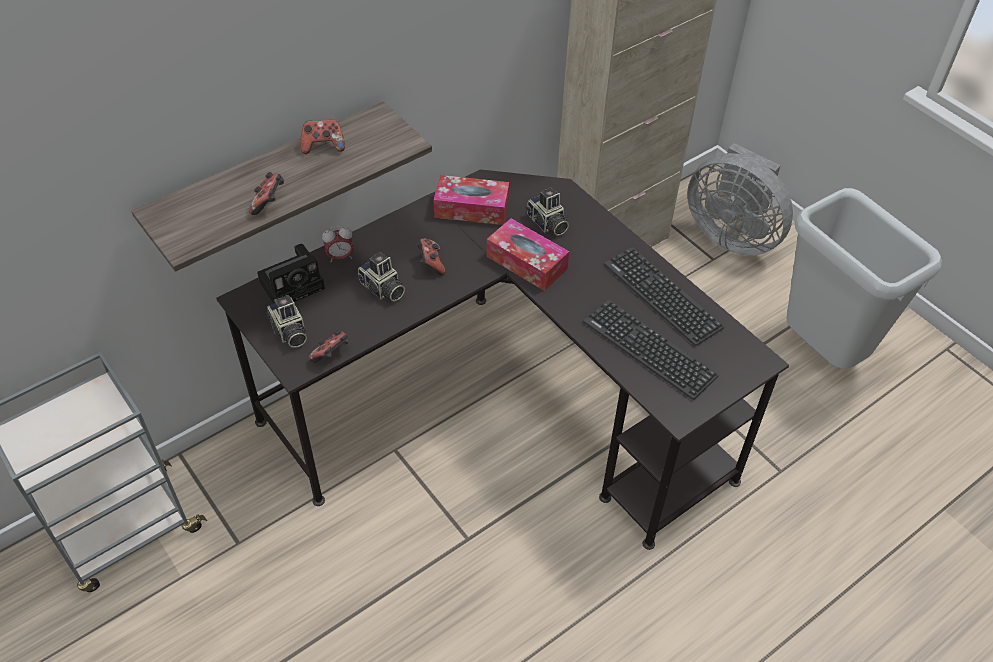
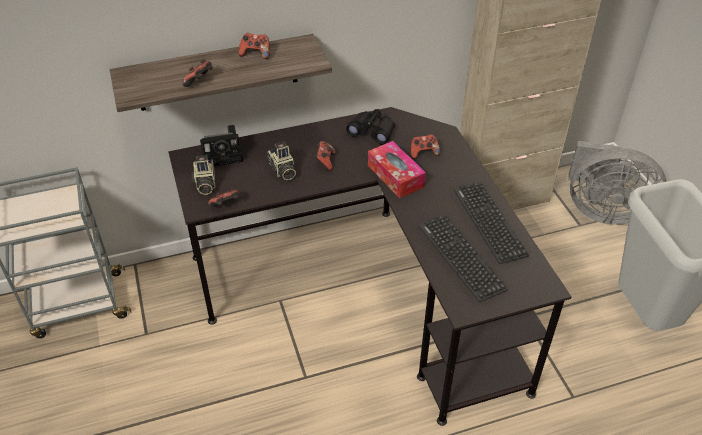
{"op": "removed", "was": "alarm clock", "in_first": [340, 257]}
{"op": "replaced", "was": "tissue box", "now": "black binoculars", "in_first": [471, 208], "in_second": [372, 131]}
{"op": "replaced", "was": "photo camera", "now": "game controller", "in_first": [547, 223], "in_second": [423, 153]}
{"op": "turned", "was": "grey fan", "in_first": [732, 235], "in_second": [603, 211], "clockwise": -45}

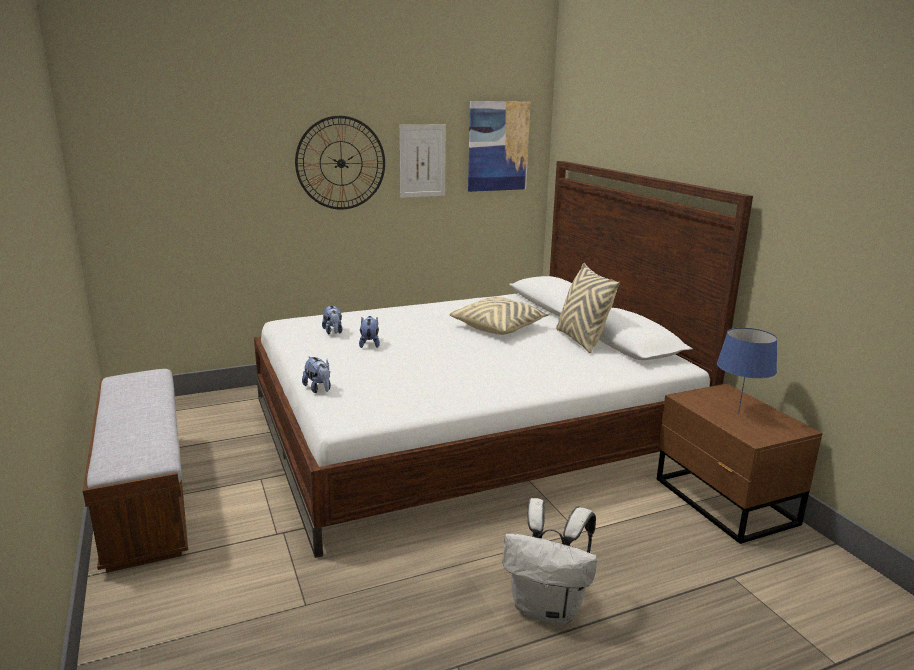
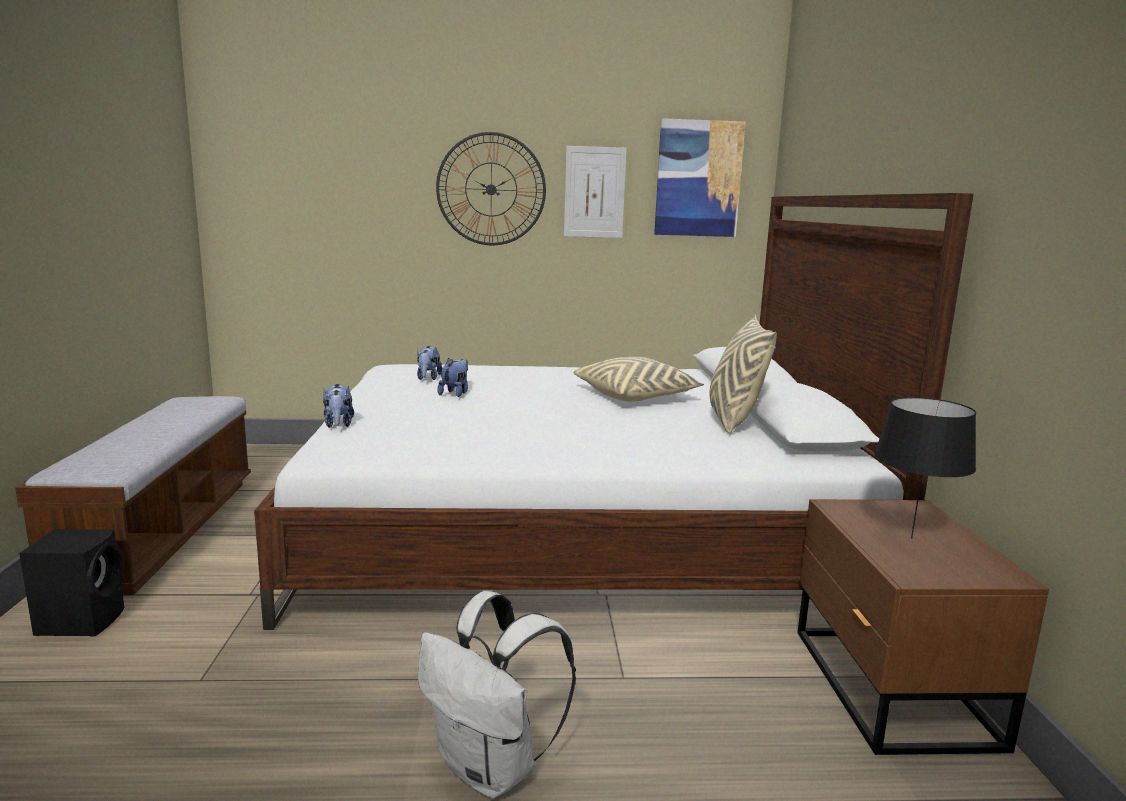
{"op": "recoloured", "was": "blue table lamp", "now": "black table lamp", "in_first": [739, 413], "in_second": [912, 538]}
{"op": "added", "now": "black speaker", "in_second": [83, 620]}

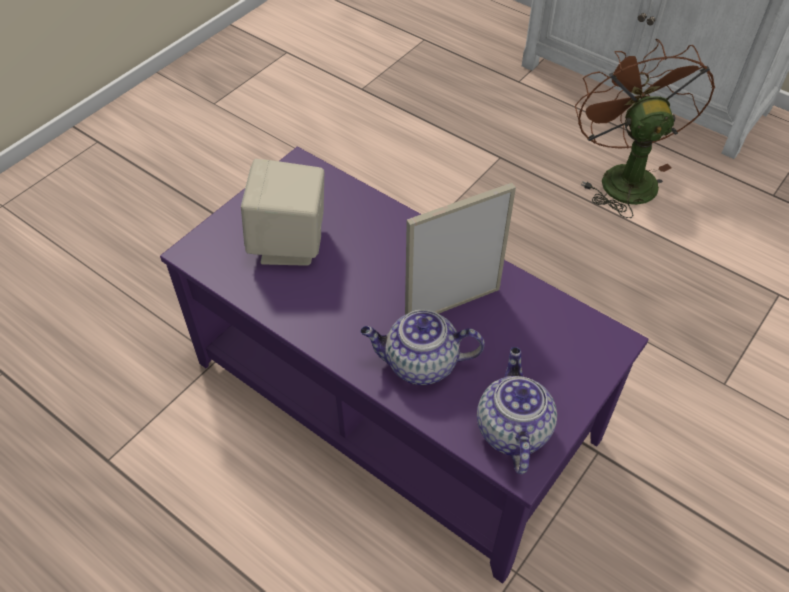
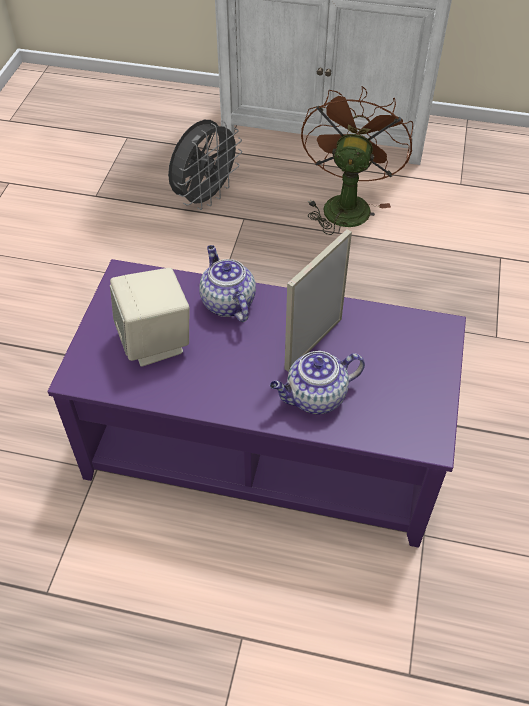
{"op": "moved", "was": "teapot", "in_first": [511, 428], "in_second": [227, 302]}
{"op": "turned", "was": "brown fan", "in_first": [622, 176], "in_second": [346, 204], "clockwise": 45}
{"op": "added", "now": "grey fan", "in_second": [205, 197]}

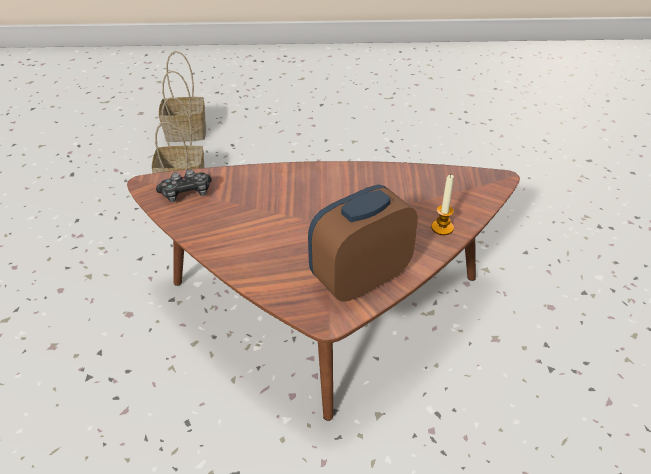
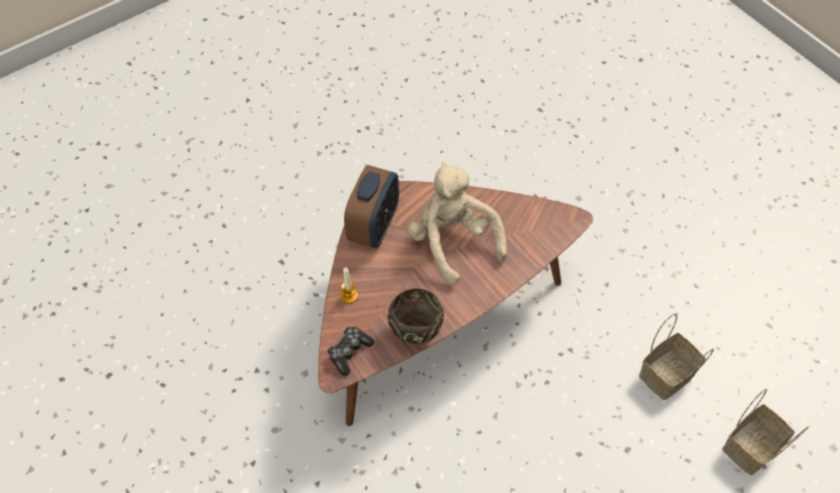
{"op": "moved", "was": "game controller", "in_first": [186, 193], "in_second": [349, 352]}
{"op": "added", "now": "brown bowl", "in_second": [416, 331]}
{"op": "added", "now": "beige plush toy", "in_second": [453, 242]}

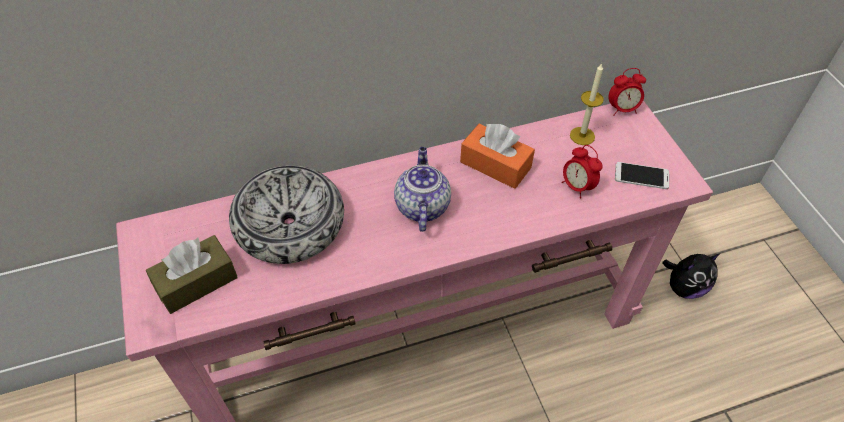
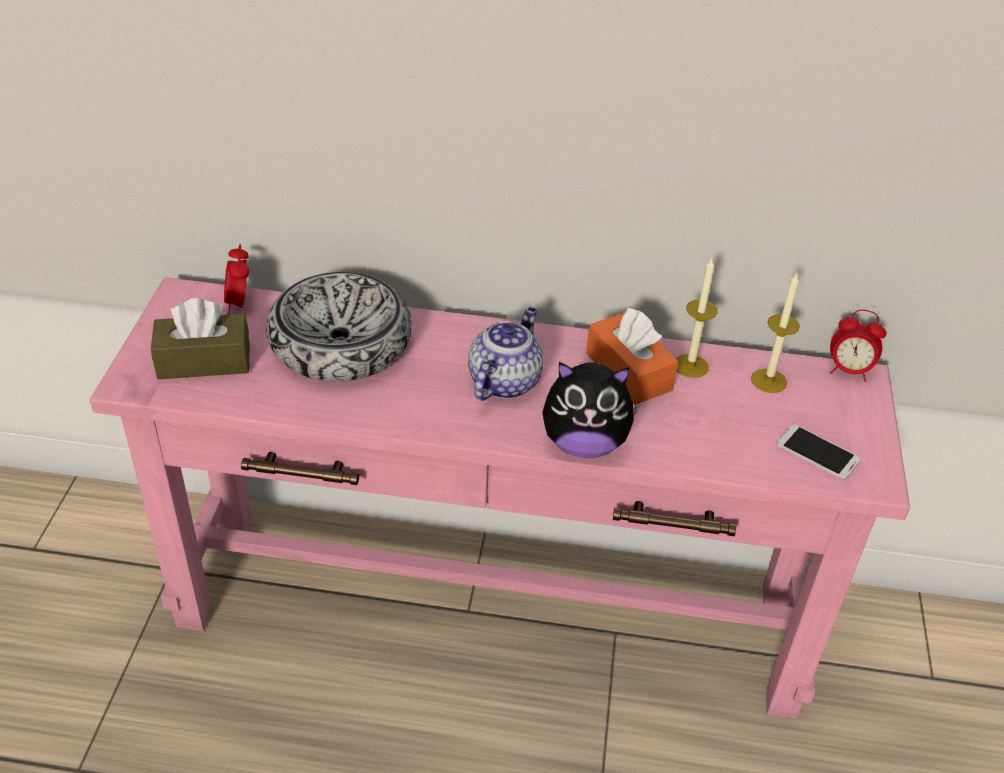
{"op": "moved", "was": "alarm clock", "in_first": [577, 187], "in_second": [239, 304]}
{"op": "moved", "was": "plush toy", "in_first": [684, 287], "in_second": [584, 444]}
{"op": "added", "now": "candle", "in_second": [690, 366]}

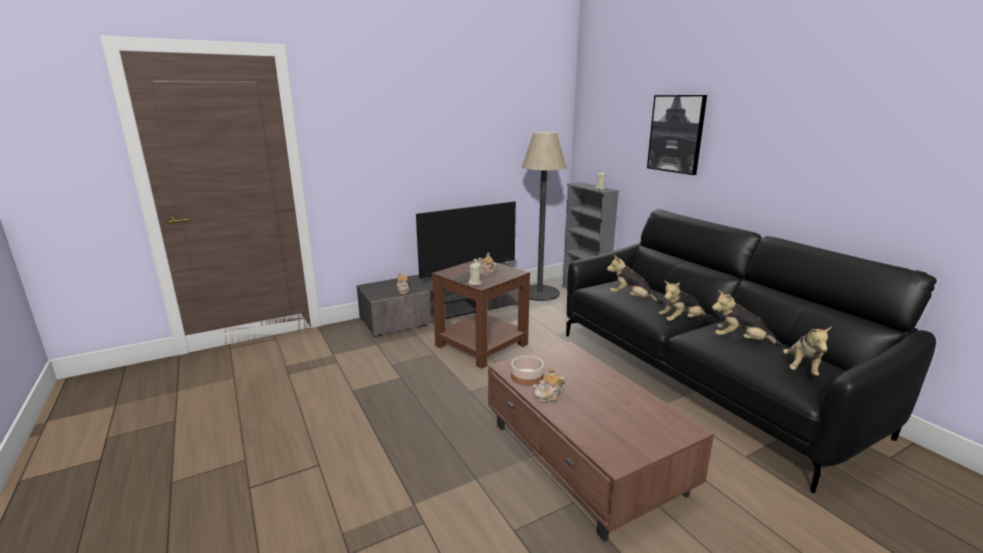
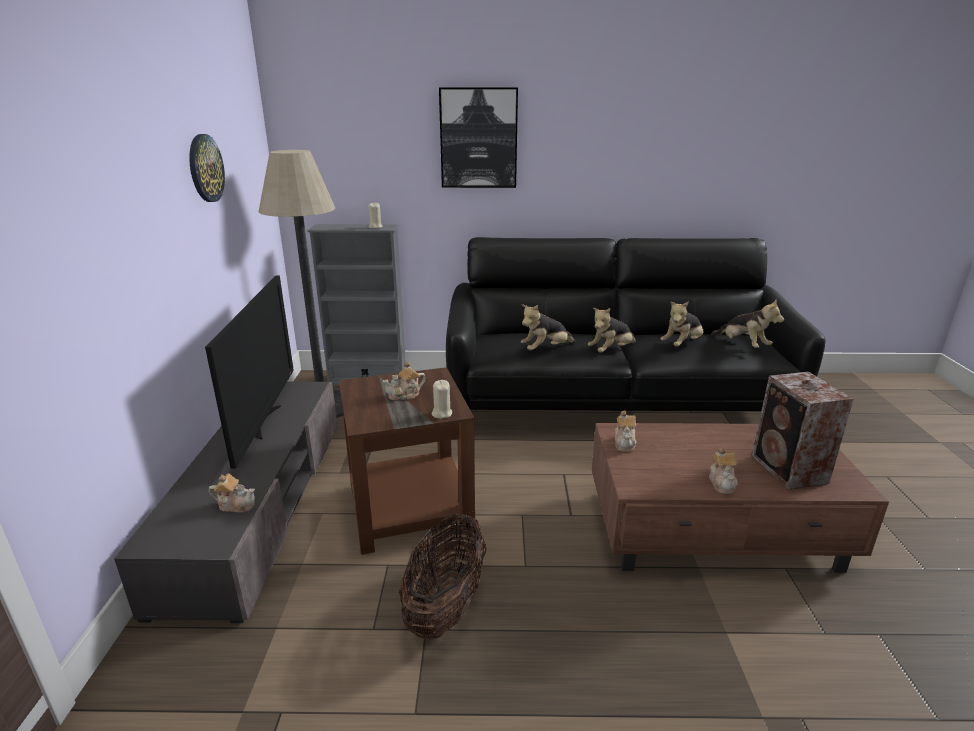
{"op": "removed", "was": "bowl", "in_first": [527, 377]}
{"op": "turned", "was": "plush toy", "in_first": [680, 321], "in_second": [611, 351], "clockwise": 45}
{"op": "added", "now": "wall clock", "in_second": [205, 168]}
{"op": "added", "now": "basket", "in_second": [446, 605]}
{"op": "added", "now": "teapot", "in_second": [625, 443]}
{"op": "added", "now": "speaker", "in_second": [789, 470]}

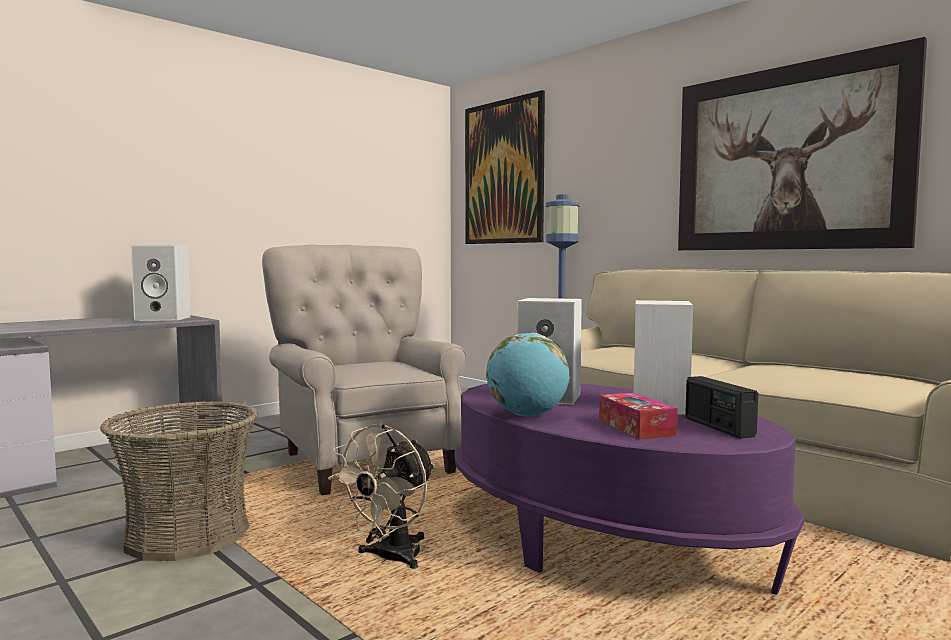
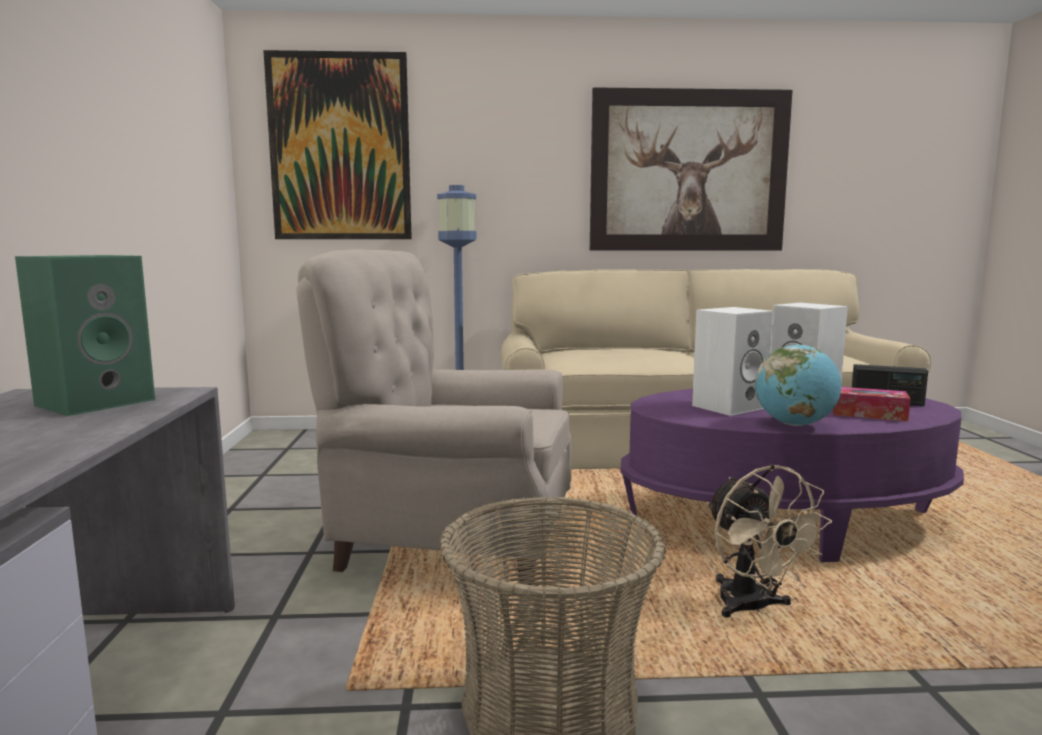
{"op": "recoloured", "was": "white speaker", "now": "green speaker", "in_first": [164, 318], "in_second": [97, 402]}

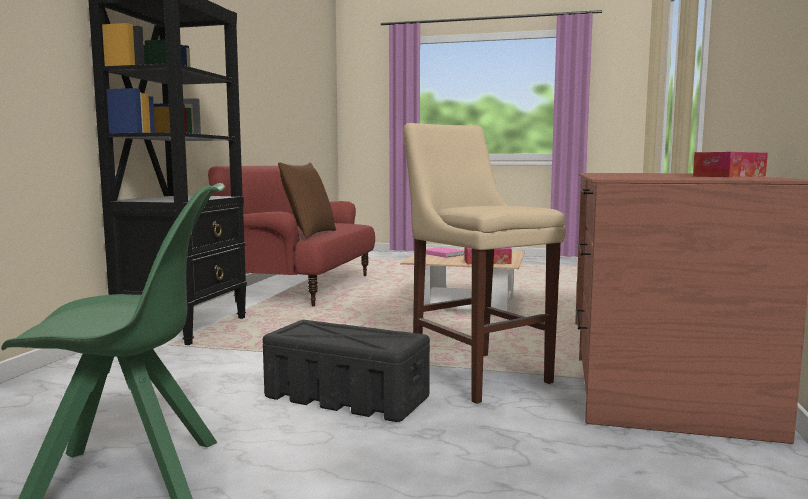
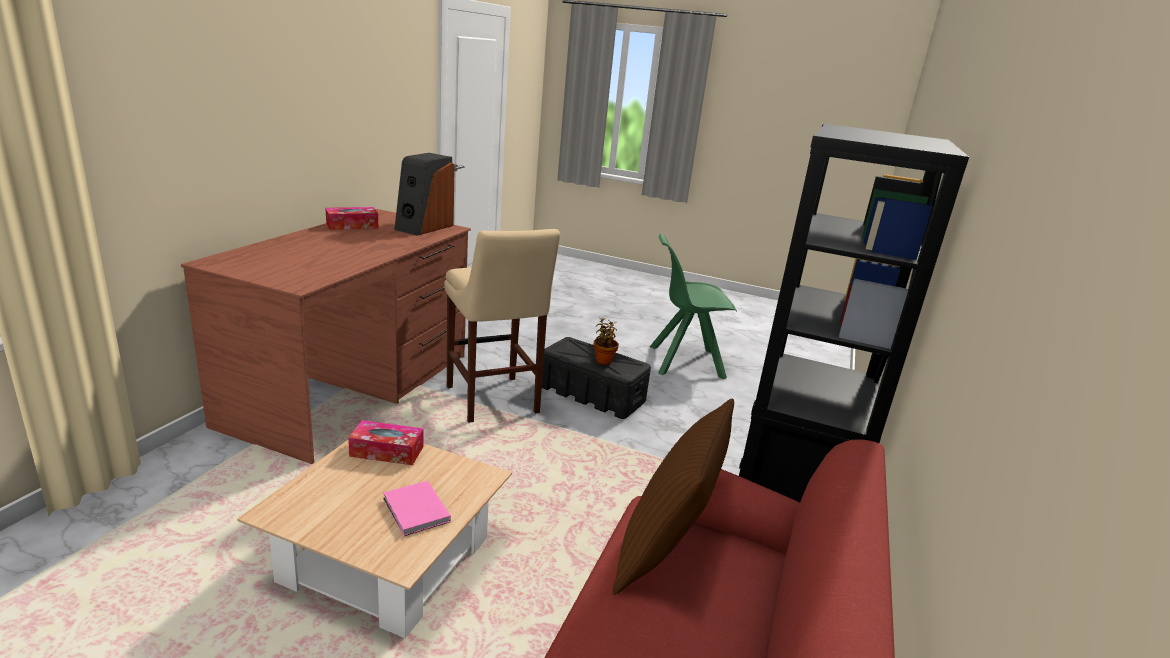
{"op": "added", "now": "speaker", "in_second": [424, 227]}
{"op": "added", "now": "potted plant", "in_second": [603, 360]}

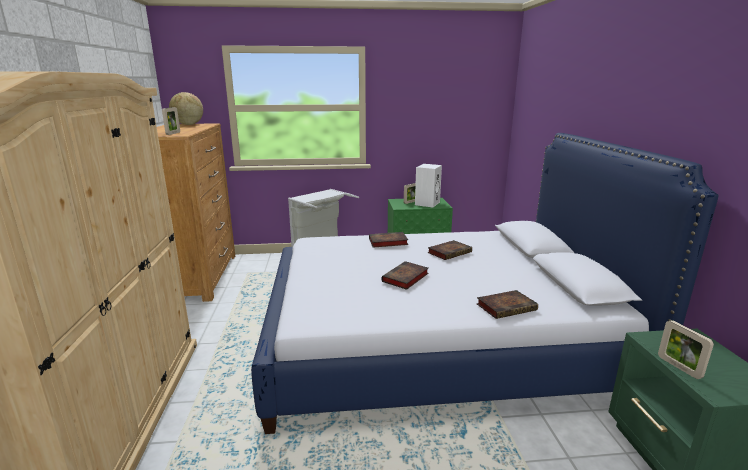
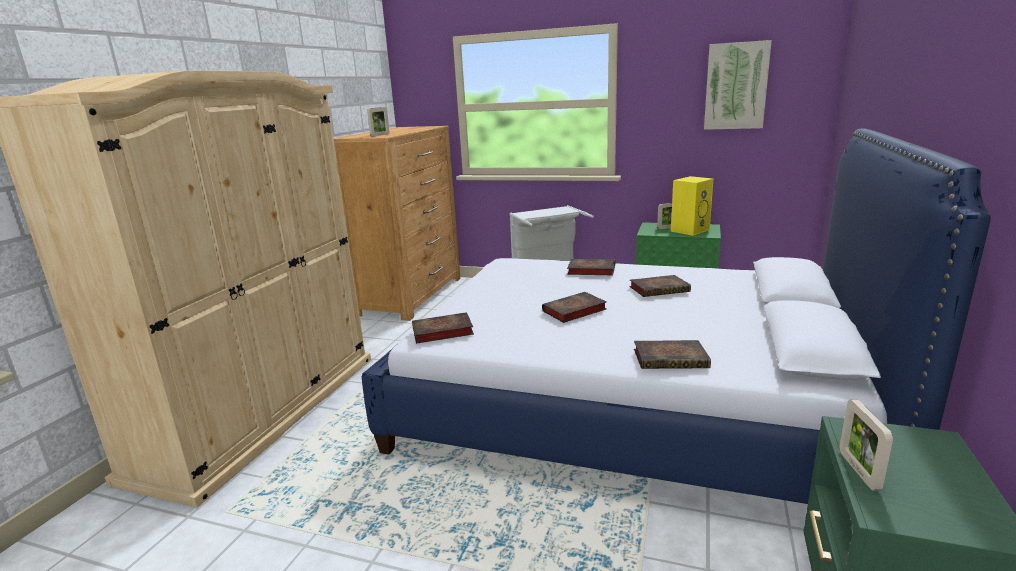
{"op": "removed", "was": "globe", "in_first": [188, 124]}
{"op": "recoloured", "was": "white speaker", "now": "yellow speaker", "in_first": [427, 203], "in_second": [689, 230]}
{"op": "added", "now": "book", "in_second": [441, 332]}
{"op": "added", "now": "picture", "in_second": [736, 86]}

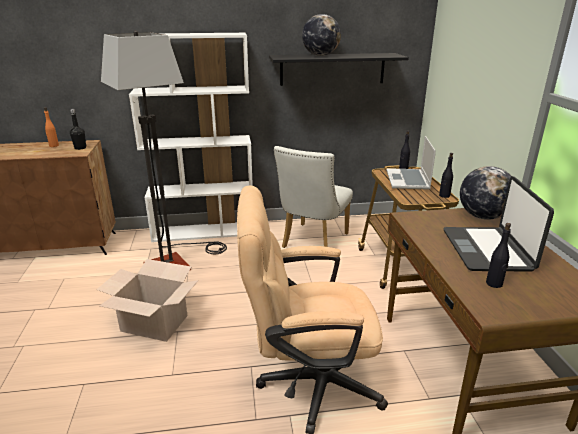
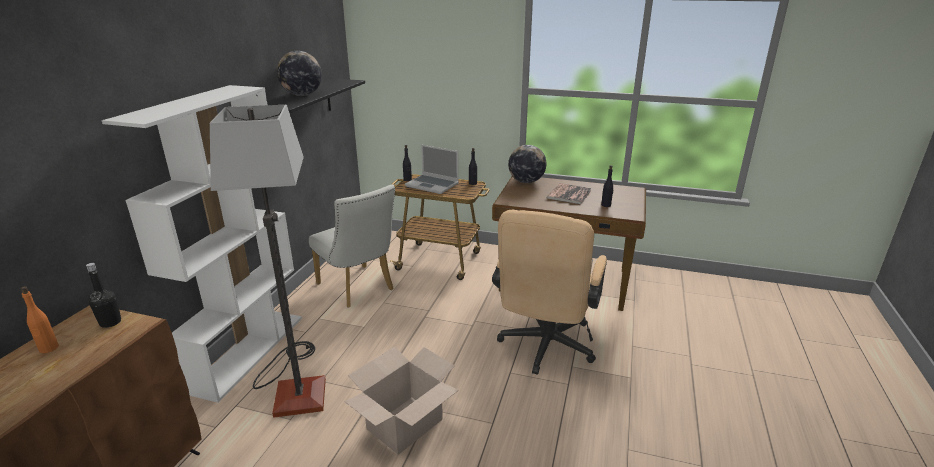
{"op": "replaced", "was": "laptop", "now": "book", "in_first": [487, 250], "in_second": [569, 194]}

